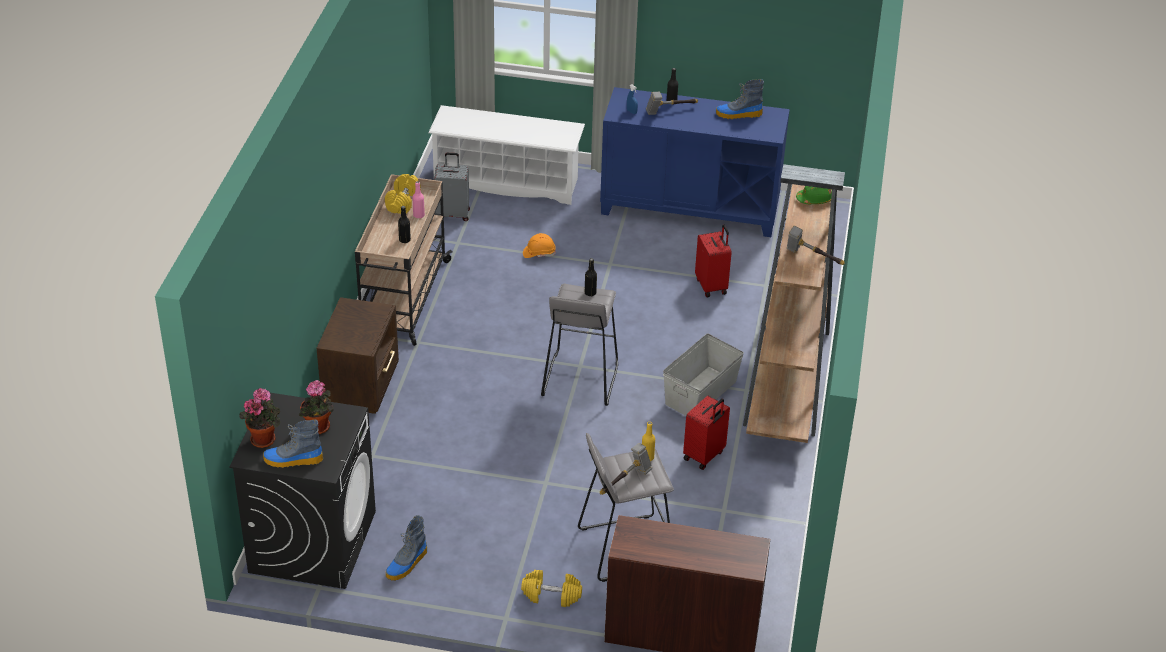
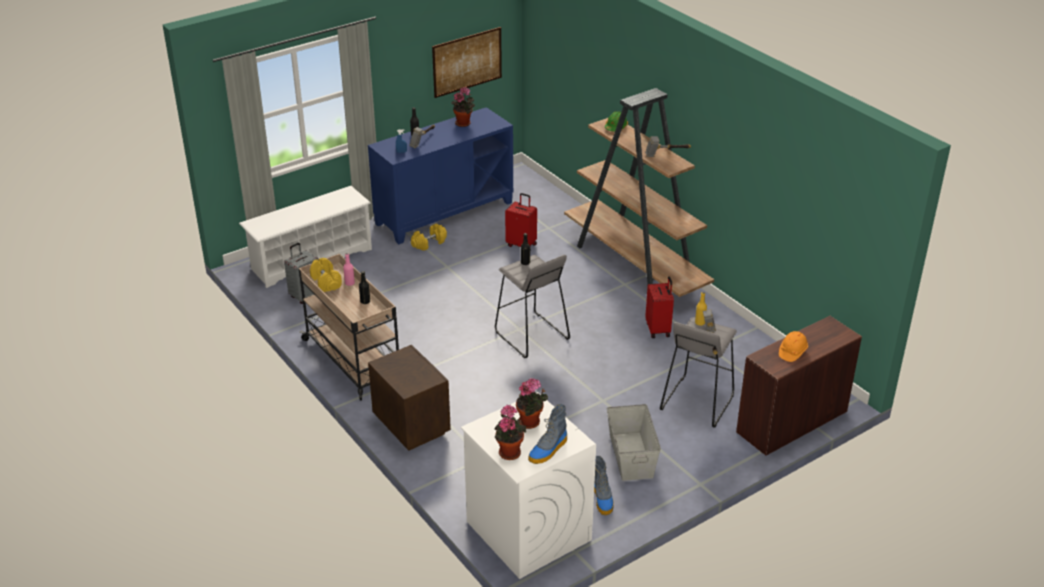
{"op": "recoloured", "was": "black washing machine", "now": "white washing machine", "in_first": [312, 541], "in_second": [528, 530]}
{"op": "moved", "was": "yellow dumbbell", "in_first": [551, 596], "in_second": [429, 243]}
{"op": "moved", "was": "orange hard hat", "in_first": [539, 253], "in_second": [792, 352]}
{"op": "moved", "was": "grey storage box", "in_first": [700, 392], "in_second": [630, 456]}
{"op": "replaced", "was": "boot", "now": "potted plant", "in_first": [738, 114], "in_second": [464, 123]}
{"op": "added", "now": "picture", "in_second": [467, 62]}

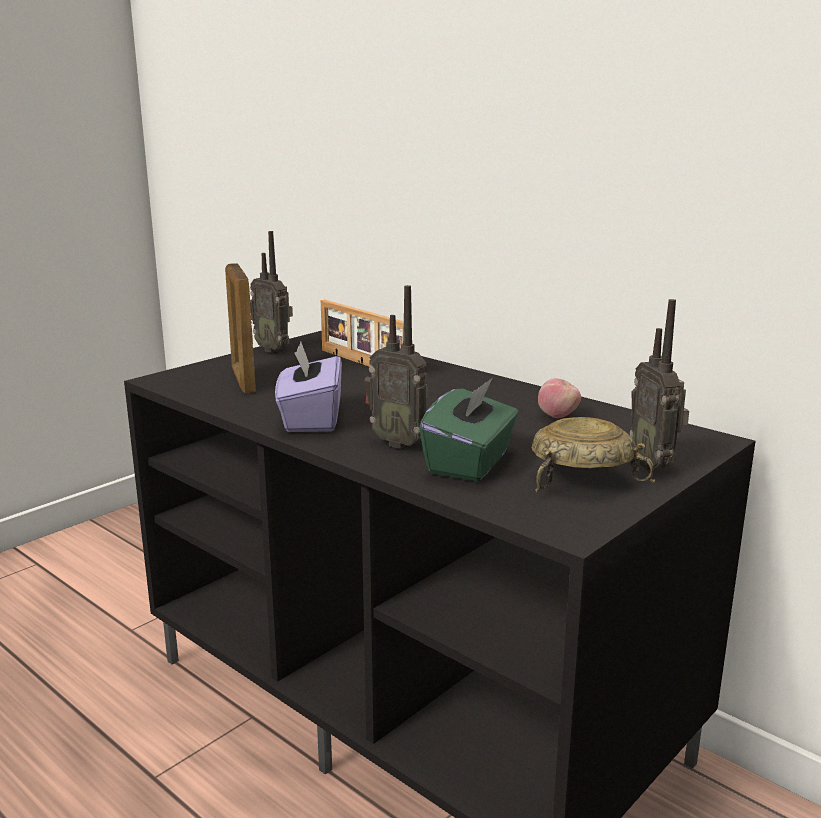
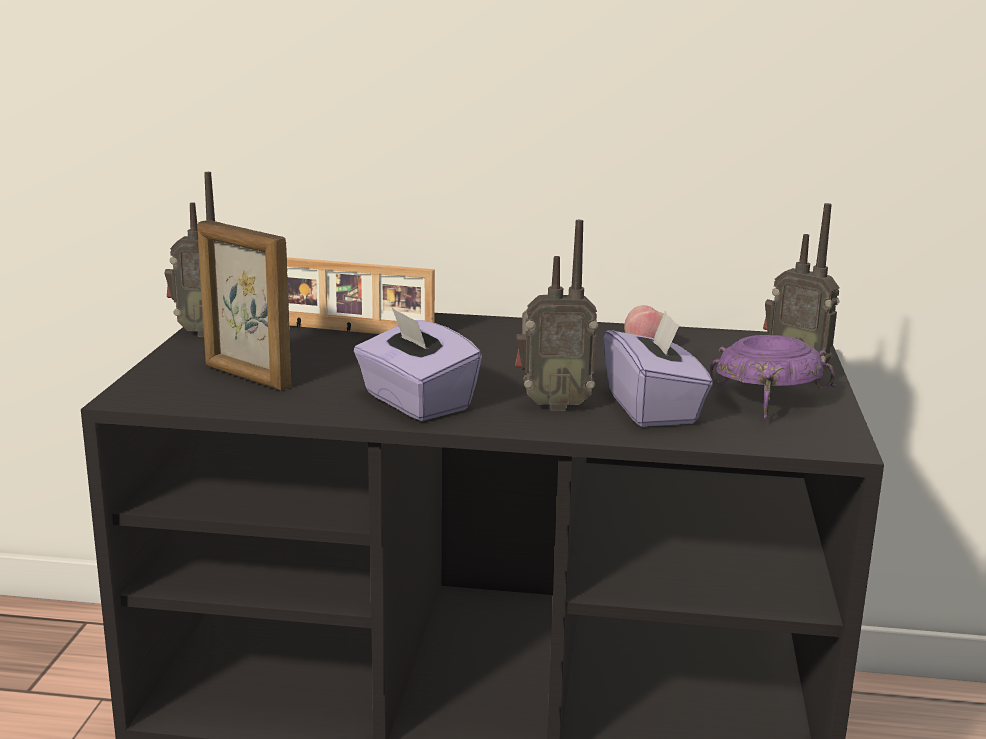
{"op": "recoloured", "was": "green tissue box", "now": "purple tissue box", "in_first": [470, 463], "in_second": [653, 408]}
{"op": "recoloured", "was": "beige bowl", "now": "purple bowl", "in_first": [583, 480], "in_second": [769, 400]}

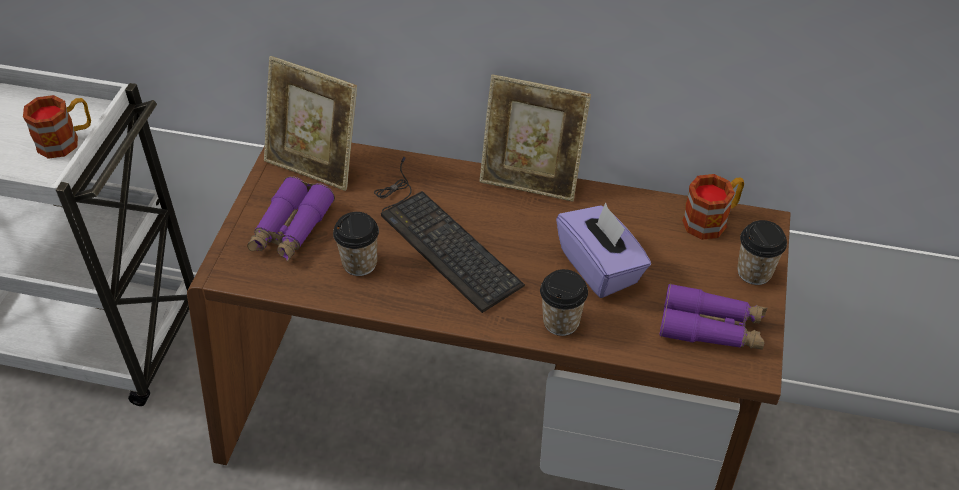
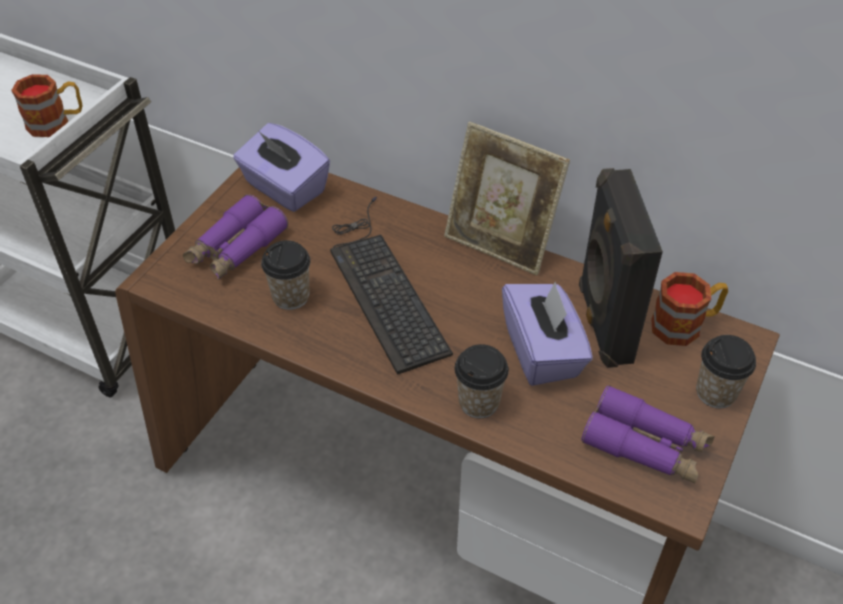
{"op": "replaced", "was": "picture frame", "now": "purple tissue box", "in_first": [315, 165], "in_second": [284, 188]}
{"op": "added", "now": "black speaker", "in_second": [602, 323]}

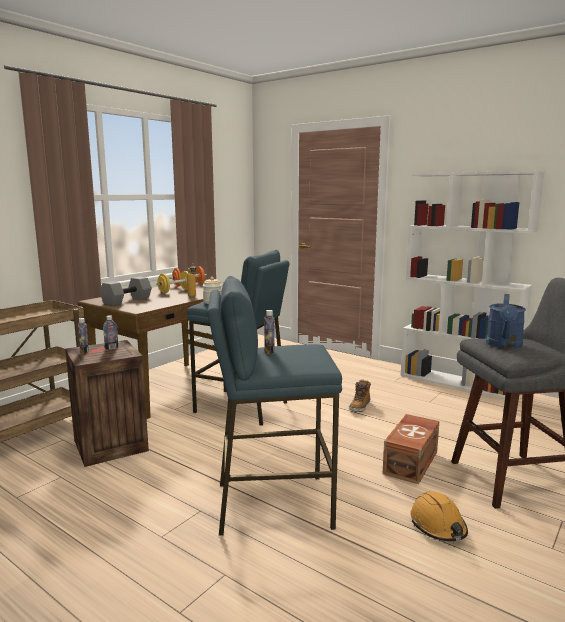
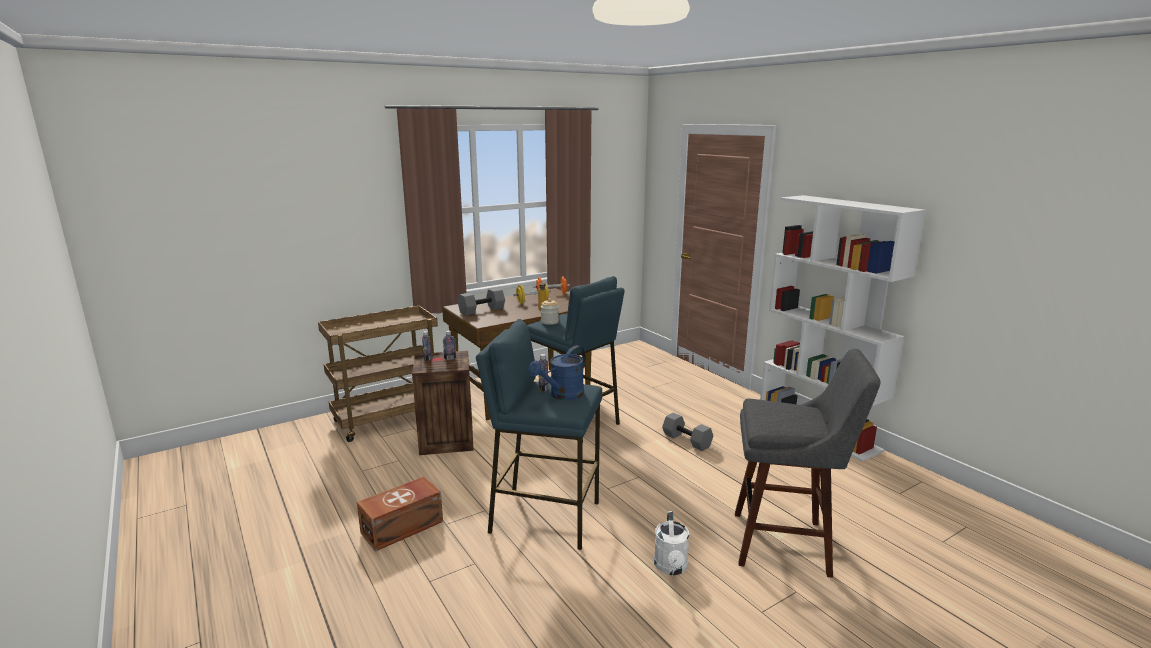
{"op": "replaced", "was": "boot", "now": "grey dumbbell", "in_first": [359, 407], "in_second": [687, 440]}
{"op": "moved", "was": "brown storage box", "in_first": [412, 462], "in_second": [404, 527]}
{"op": "replaced", "was": "orange hard hat", "now": "white watering can", "in_first": [438, 526], "in_second": [671, 568]}
{"op": "moved", "was": "blue watering can", "in_first": [504, 346], "in_second": [562, 395]}

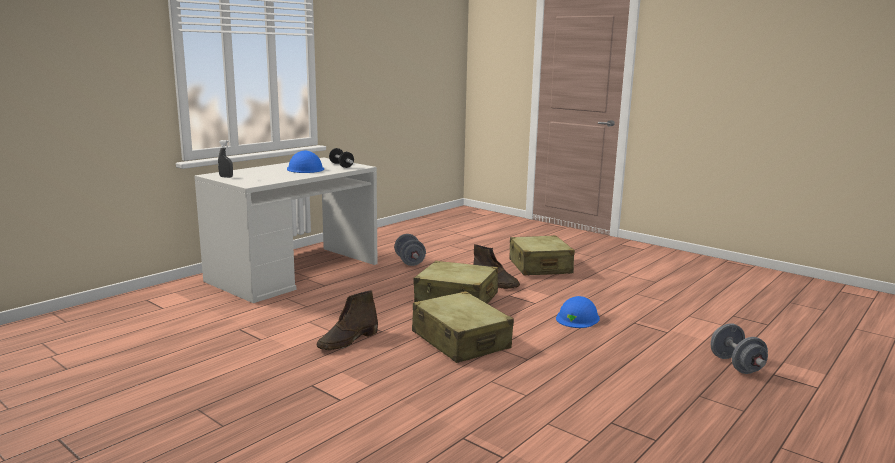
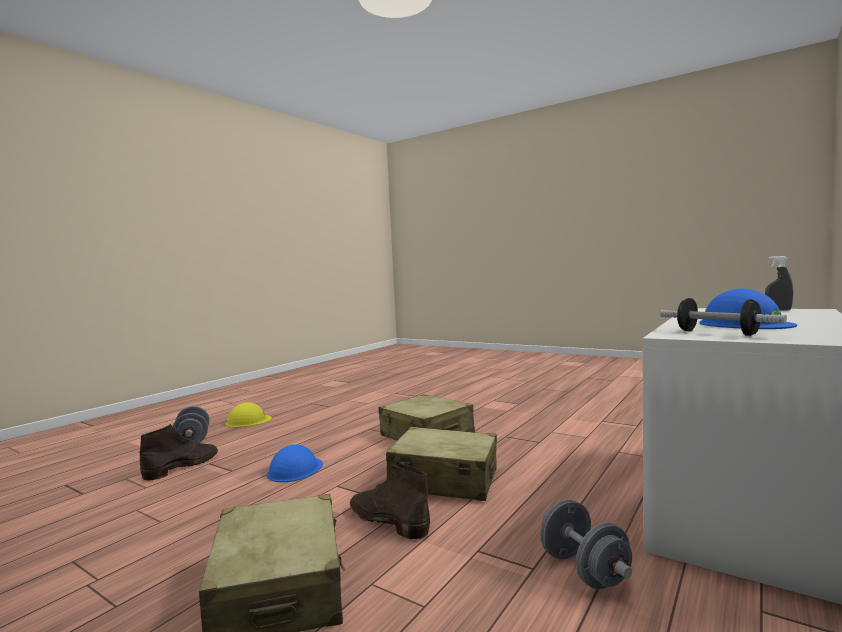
{"op": "moved", "was": "brown boot", "in_first": [348, 341], "in_second": [182, 466]}
{"op": "added", "now": "yellow hard hat", "in_second": [248, 421]}

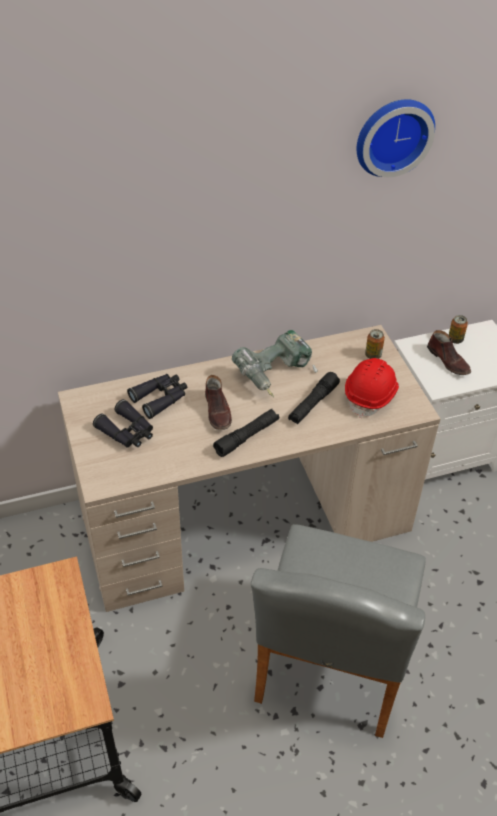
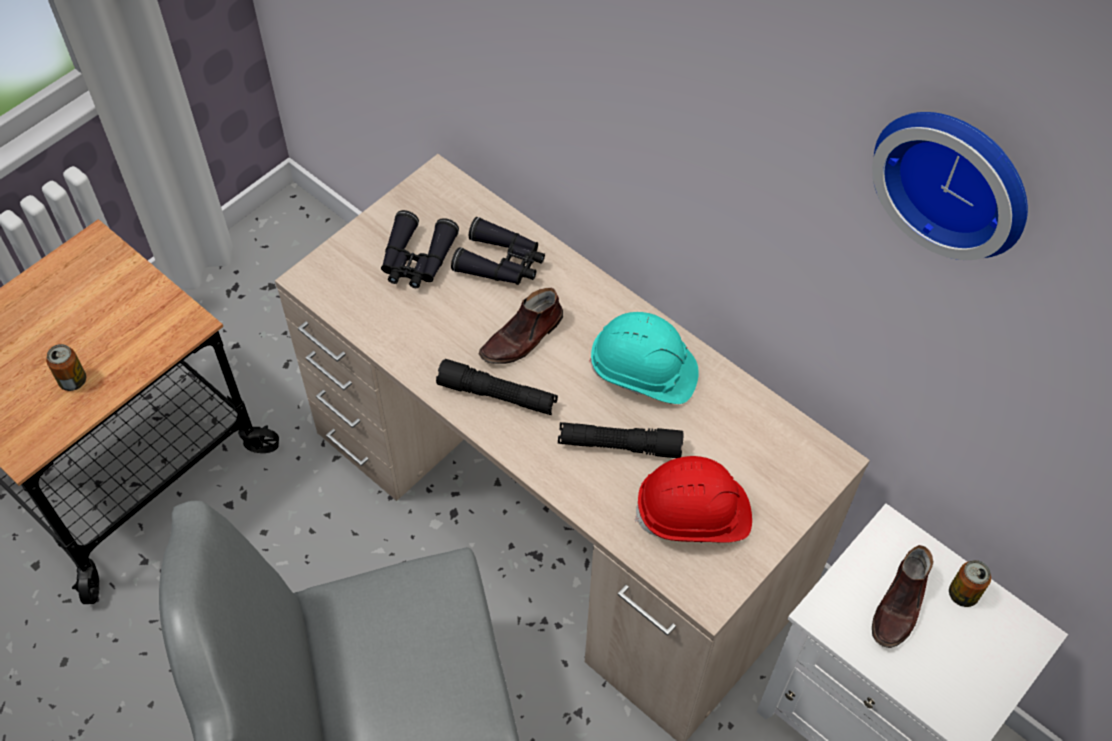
{"op": "replaced", "was": "power drill", "now": "turquoise hard hat", "in_first": [276, 375], "in_second": [643, 372]}
{"op": "moved", "was": "can", "in_first": [373, 355], "in_second": [73, 381]}

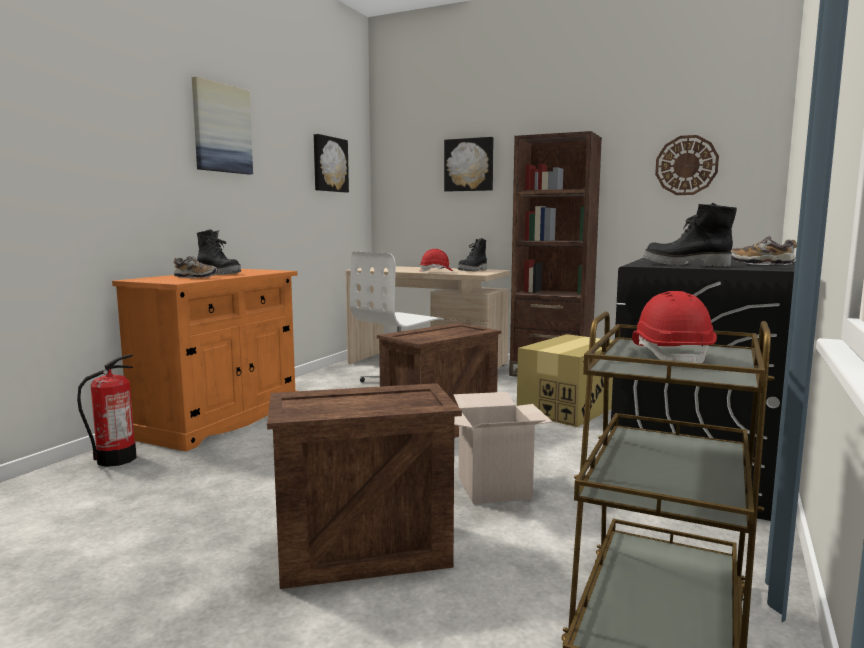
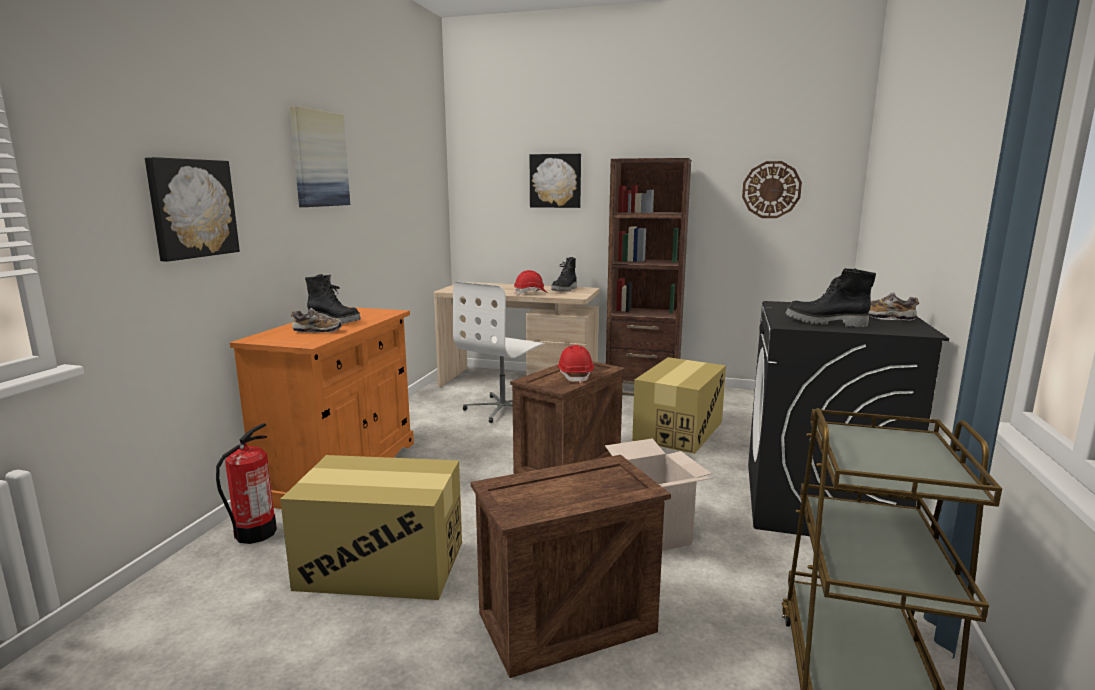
{"op": "moved", "was": "picture", "in_first": [329, 164], "in_second": [191, 208]}
{"op": "moved", "was": "red hard hat", "in_first": [671, 356], "in_second": [575, 376]}
{"op": "added", "now": "cardboard box", "in_second": [381, 565]}

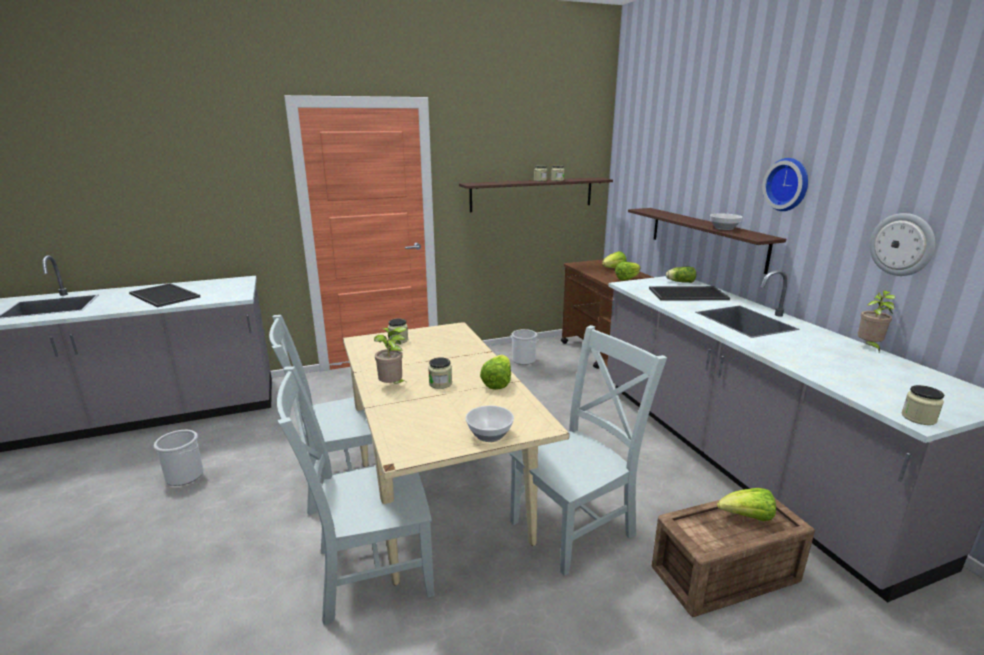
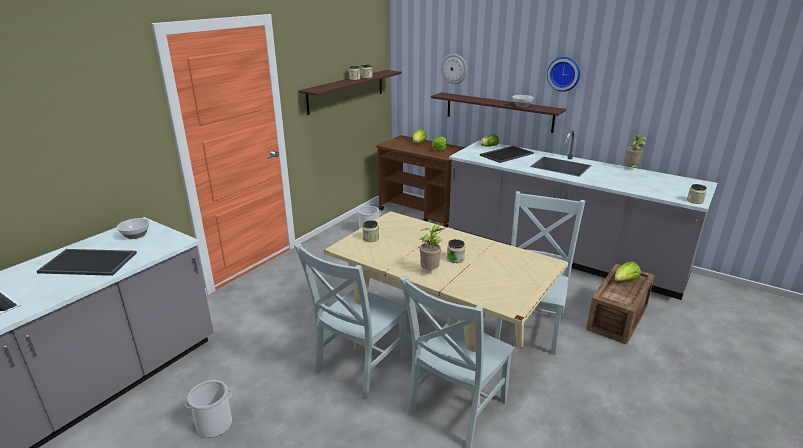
{"op": "moved", "was": "bowl", "in_first": [488, 435], "in_second": [135, 235]}
{"op": "removed", "was": "lettuce", "in_first": [497, 383]}
{"op": "moved", "was": "wall clock", "in_first": [902, 244], "in_second": [454, 68]}

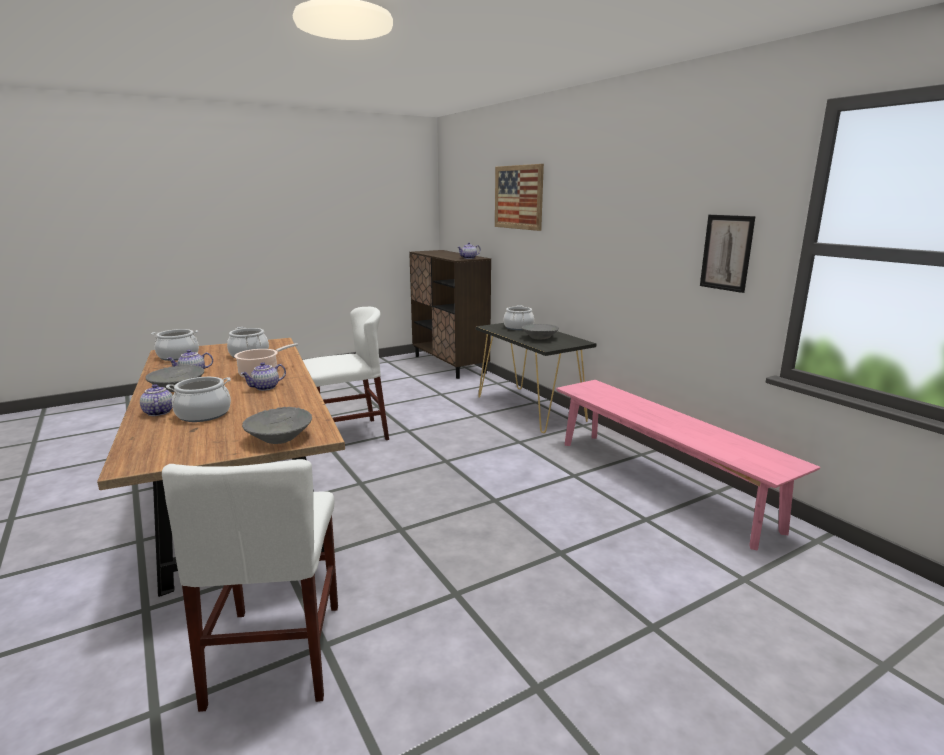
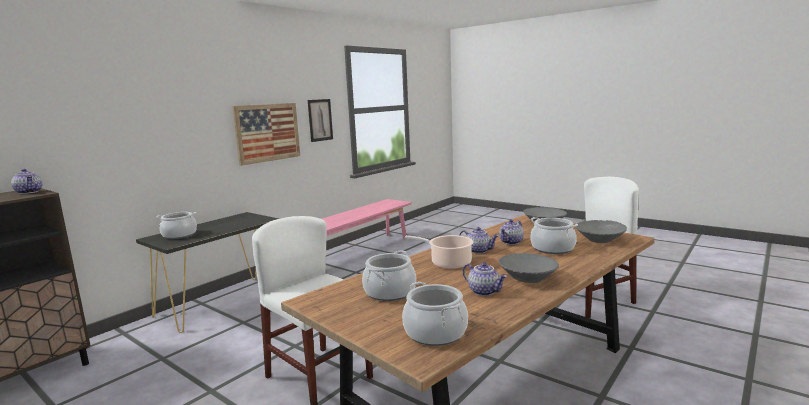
{"op": "moved", "was": "teapot", "in_first": [158, 412], "in_second": [511, 242]}
{"op": "moved", "was": "picture", "in_first": [518, 197], "in_second": [268, 132]}
{"op": "moved", "was": "grey bowl", "in_first": [539, 338], "in_second": [600, 240]}

